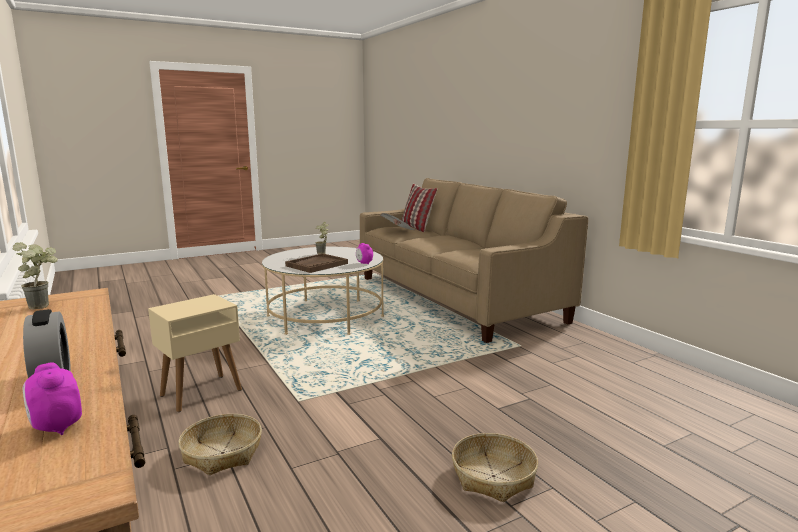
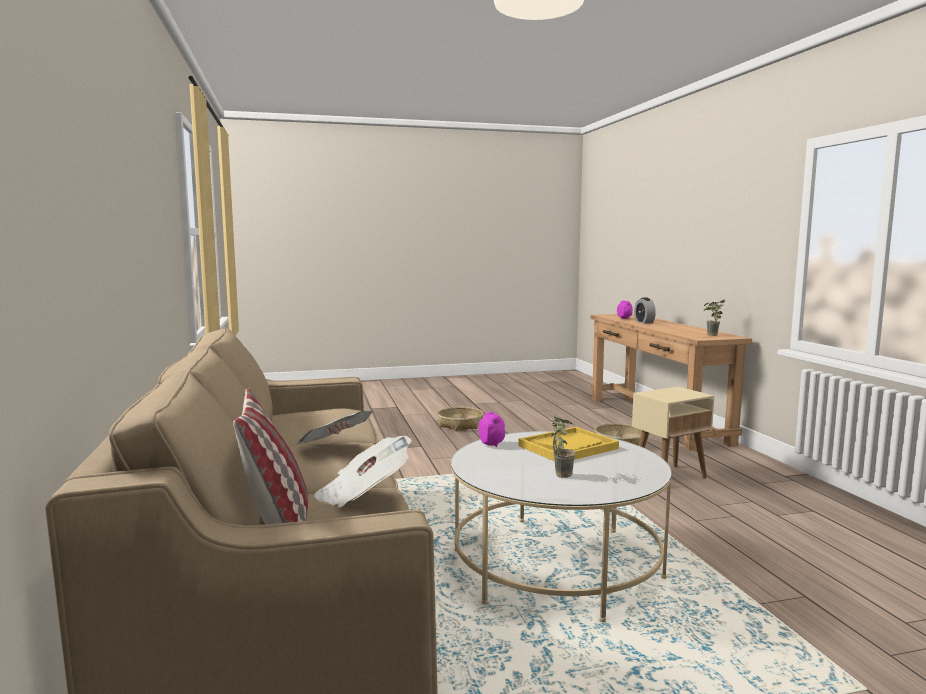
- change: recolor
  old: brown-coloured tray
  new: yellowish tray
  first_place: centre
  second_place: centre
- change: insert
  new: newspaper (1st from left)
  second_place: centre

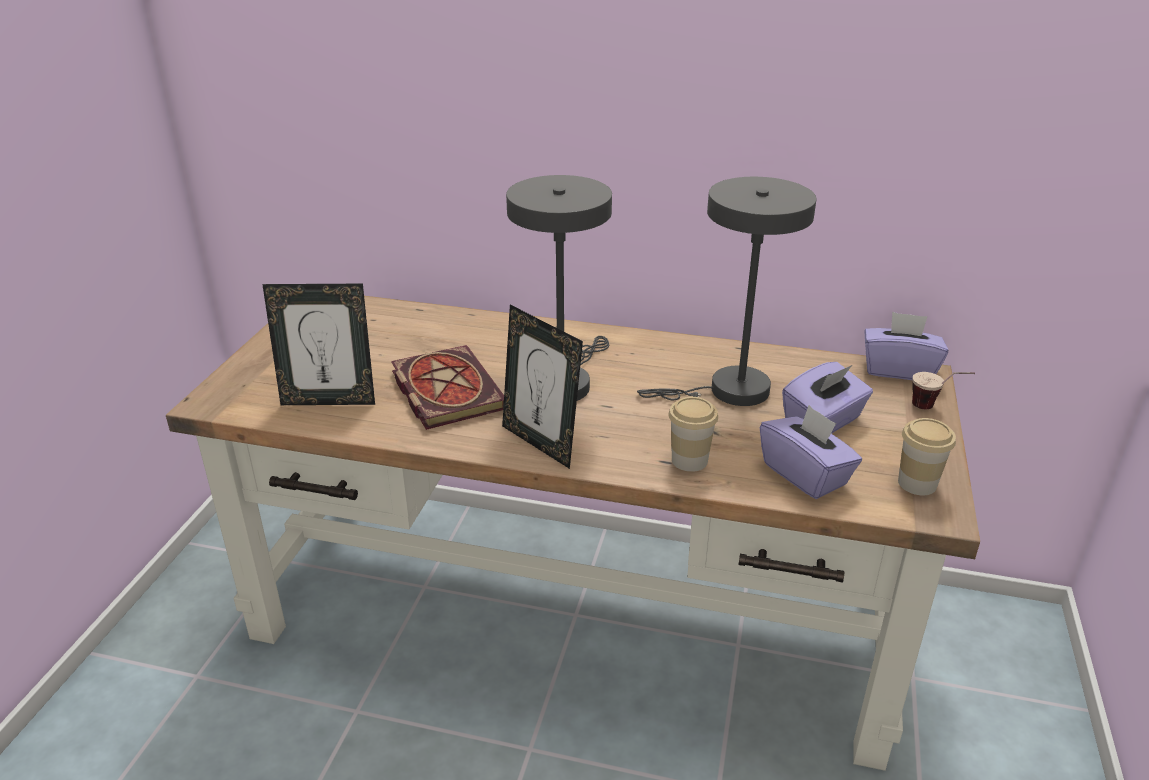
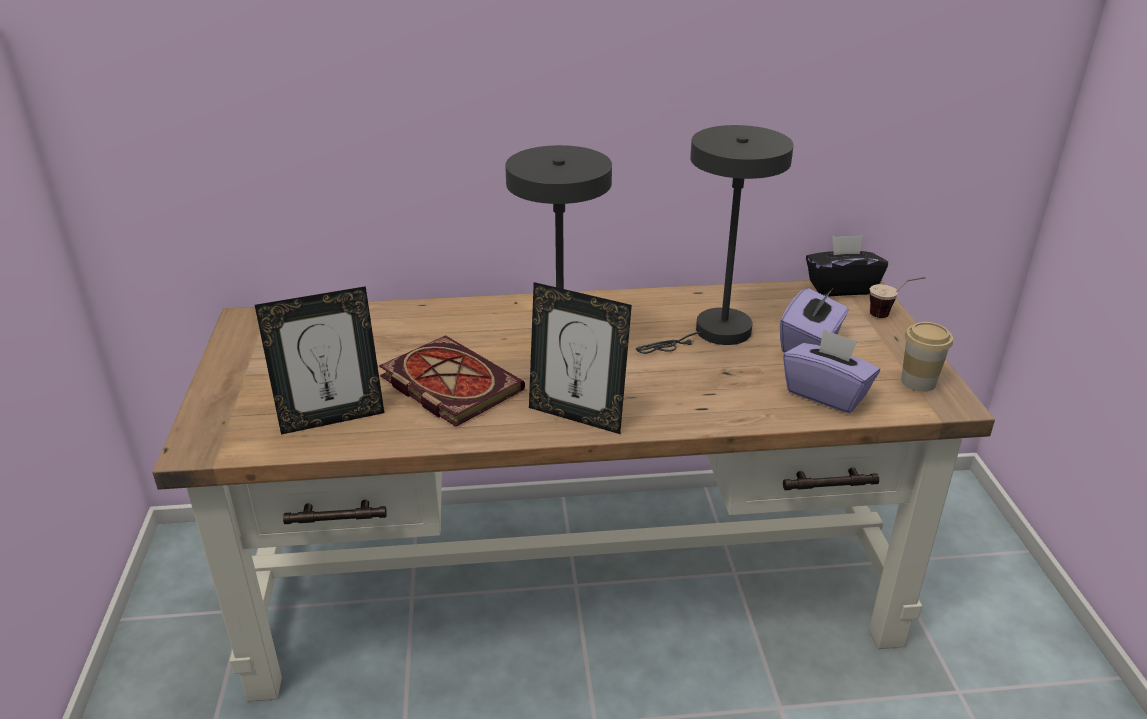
- change: recolor
  old: purple tissue box (3rd from left)
  new: black-coloured tissue box
  first_place: middle right
  second_place: middle right
- change: delete
  old: cup (1st from left)
  first_place: centre

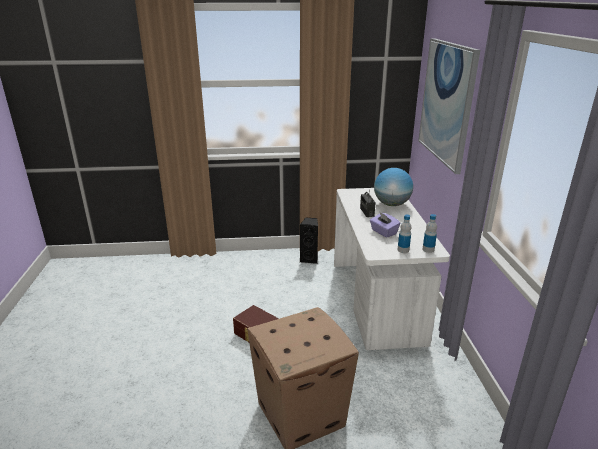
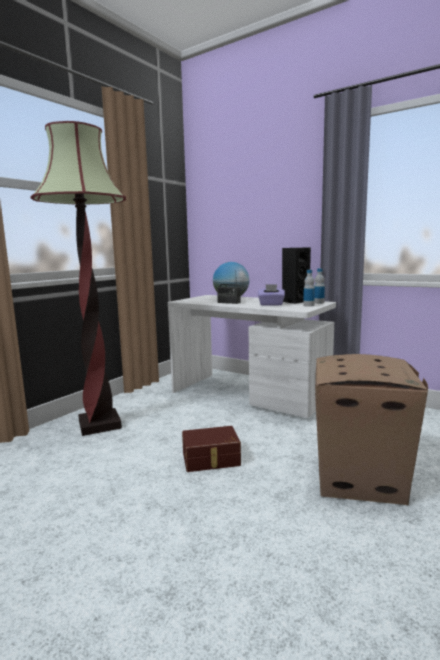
- change: delete
  old: wall art
  first_place: top right
- change: move
  old: black-coloured speaker
  first_place: centre
  second_place: middle right
- change: insert
  new: standing lamp
  second_place: middle left

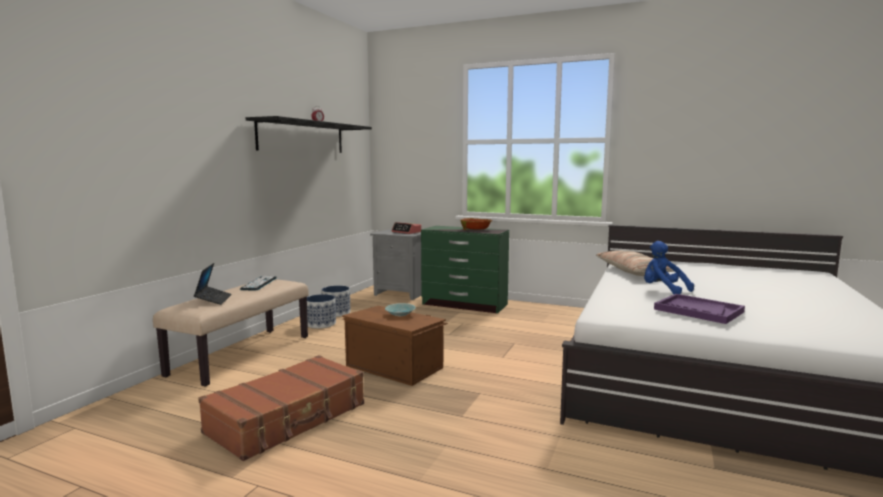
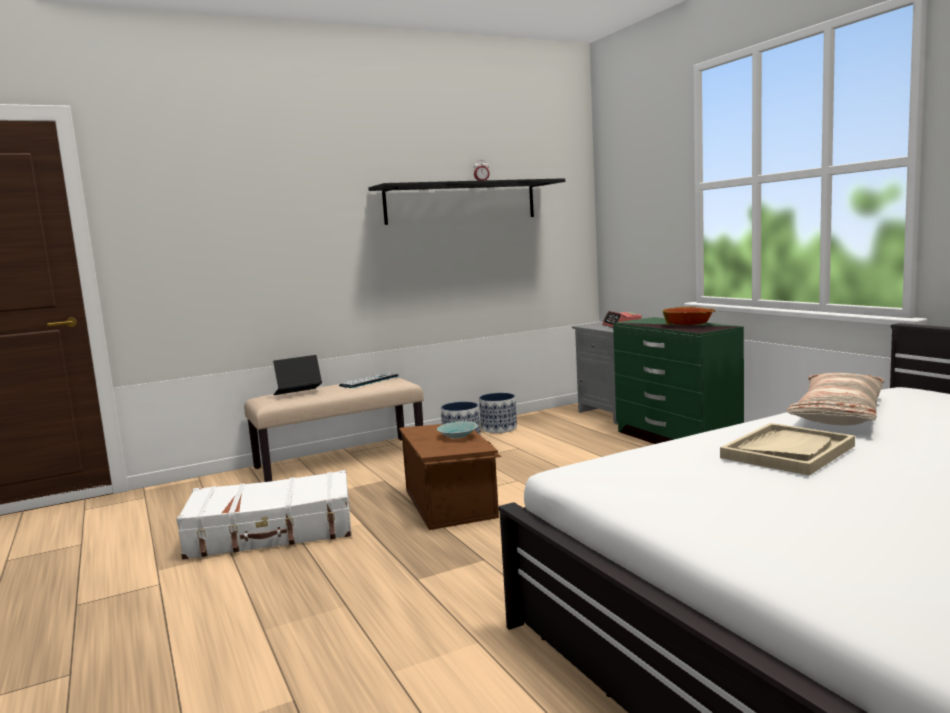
- change: replace
  old: blue plush toy
  new: beige-coloured tray
  first_place: middle right
  second_place: middle right
- change: rotate
  old: portable computer
  first_place: middle left
  second_place: middle left
  degrees: -150
- change: delete
  old: purple tray
  first_place: middle right
- change: recolor
  old: brown-coloured suitcase
  new: white-coloured suitcase
  first_place: bottom left
  second_place: bottom left

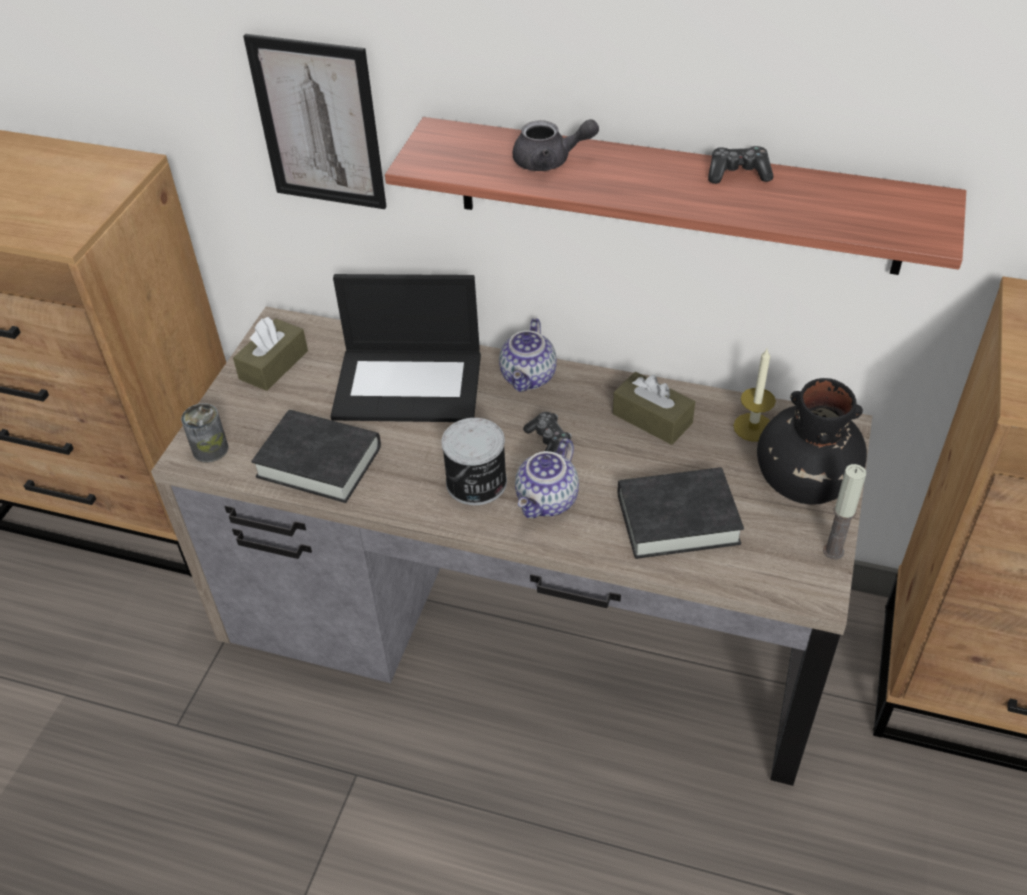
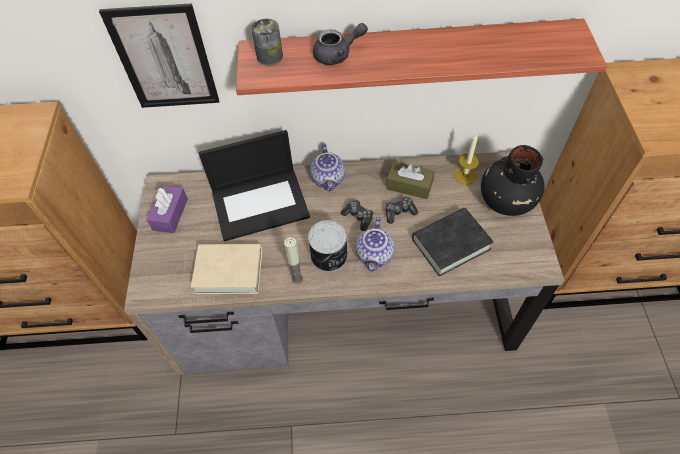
- change: move
  old: game controller (2nd from left)
  first_place: top right
  second_place: centre
- change: recolor
  old: brown-coloured tissue box (1st from left)
  new: purple tissue box
  first_place: middle left
  second_place: middle left
- change: move
  old: metal can (1st from left)
  first_place: middle left
  second_place: top centre
- change: recolor
  old: black-coloured volume (1st from left)
  new: beige-coloured volume
  first_place: middle left
  second_place: middle left
- change: move
  old: wax candle (2nd from left in the first image)
  new: wax candle (1st from left)
  first_place: middle right
  second_place: centre

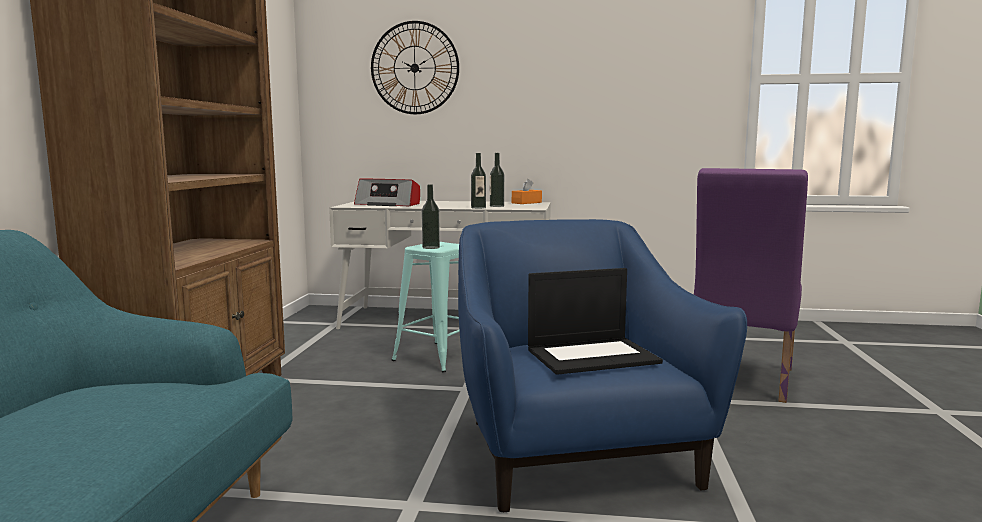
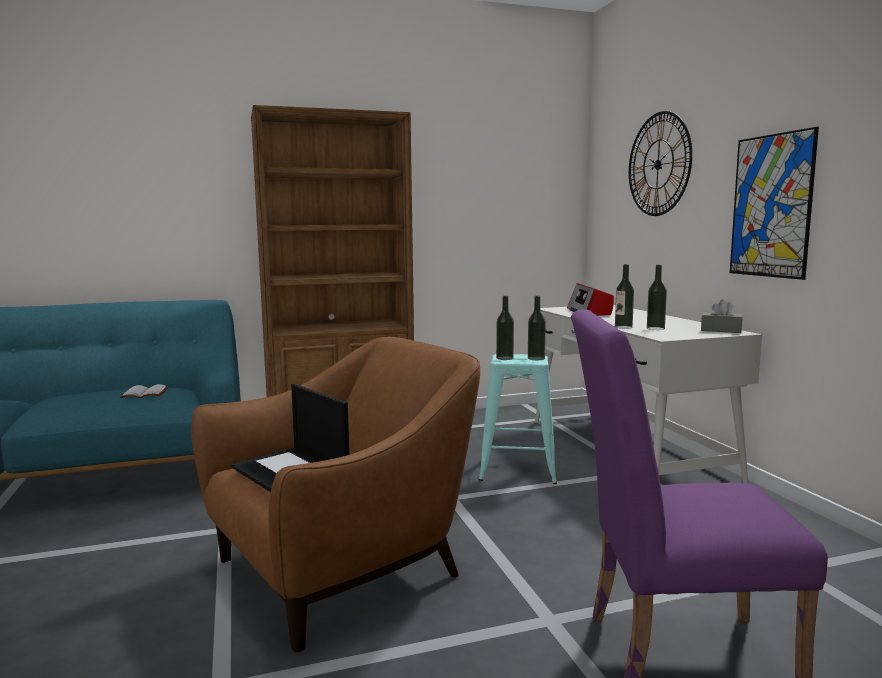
- change: recolor
  old: orangey tissue box
  new: greyish tissue box
  first_place: centre
  second_place: middle right
- change: recolor
  old: blue lounge chair
  new: brown-coloured lounge chair
  first_place: bottom centre
  second_place: bottom centre
- change: insert
  new: wall art
  second_place: top right
- change: insert
  new: drink bottle (2nd from left)
  second_place: centre
- change: insert
  new: white-coloured volume
  second_place: middle left

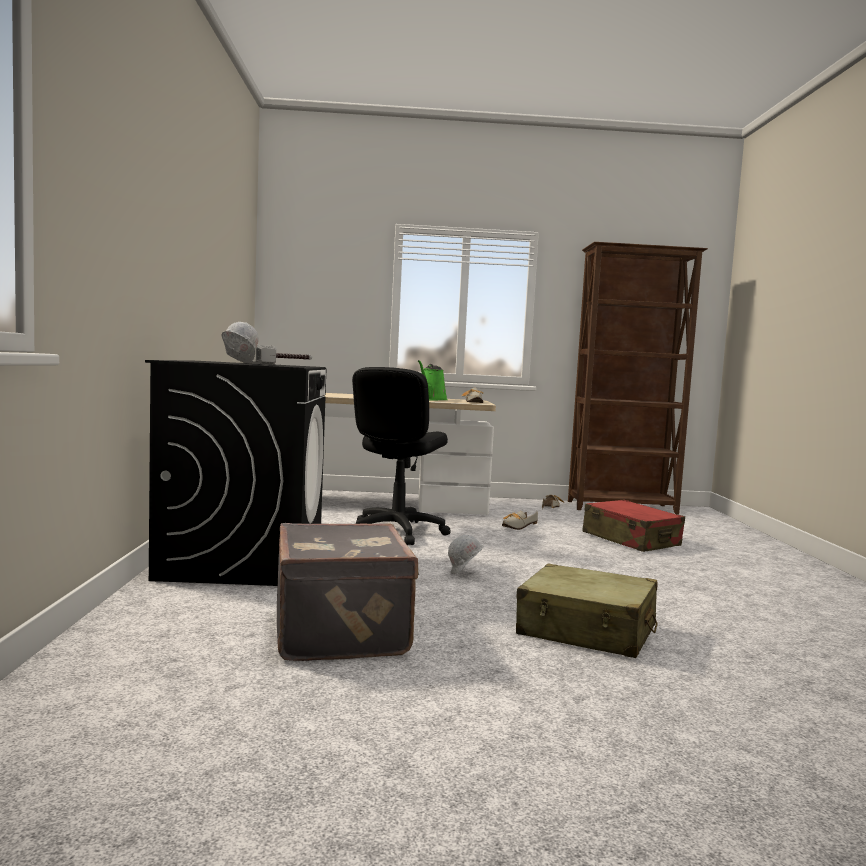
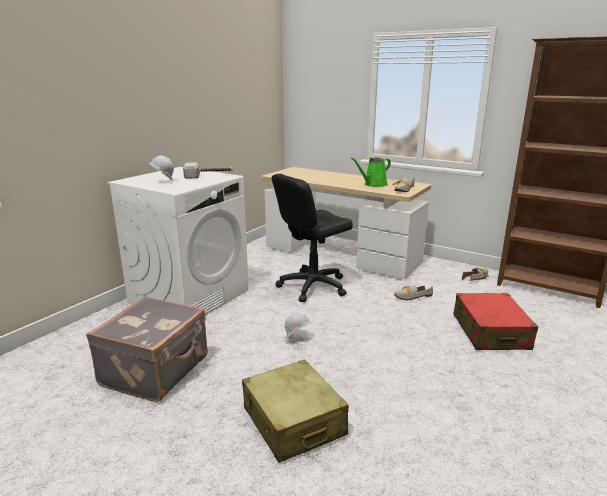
- change: recolor
  old: black-coloured laundry machine
  new: white-coloured laundry machine
  first_place: middle left
  second_place: middle left

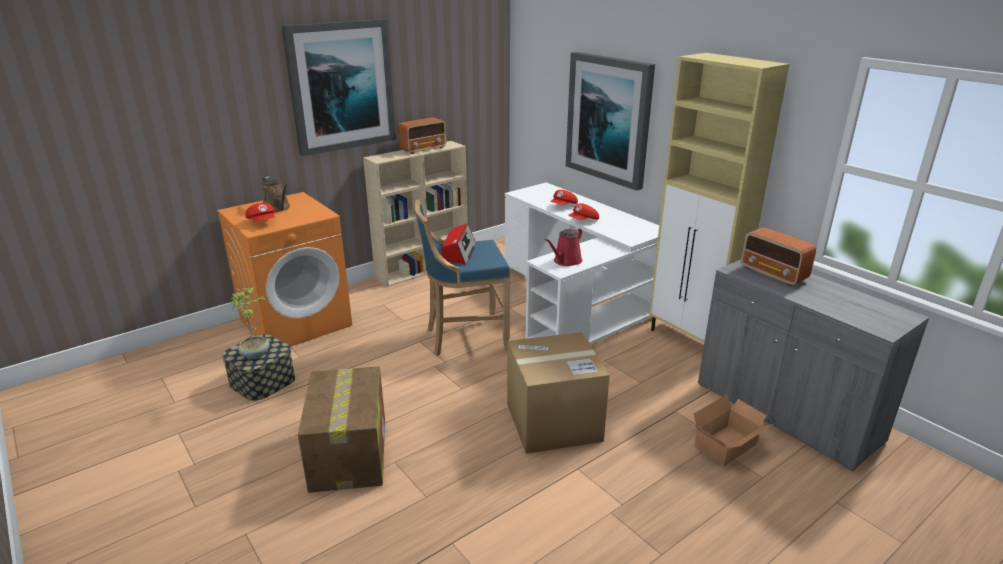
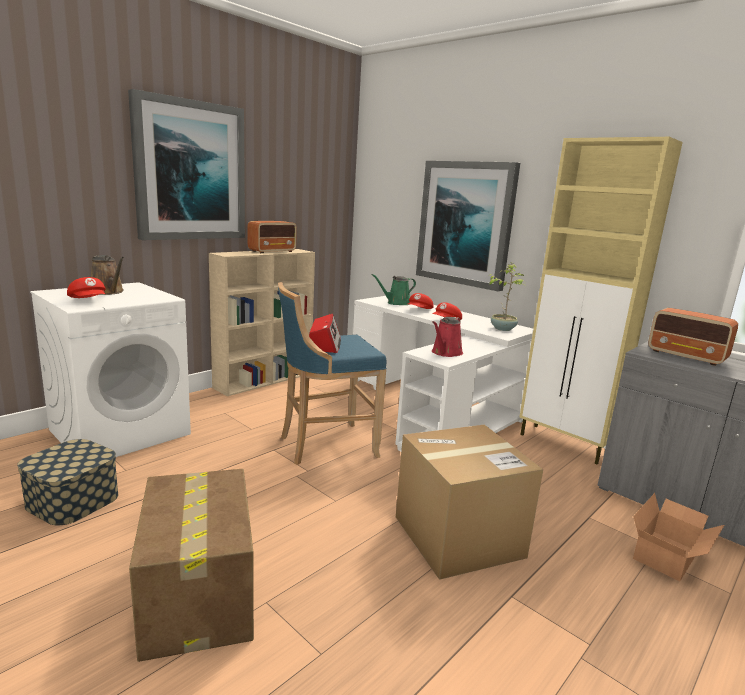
- change: recolor
  old: orangey laundry machine
  new: white-coloured laundry machine
  first_place: middle left
  second_place: middle left
- change: move
  old: potted plant
  first_place: middle left
  second_place: middle right
- change: insert
  new: greenish watering can
  second_place: centre

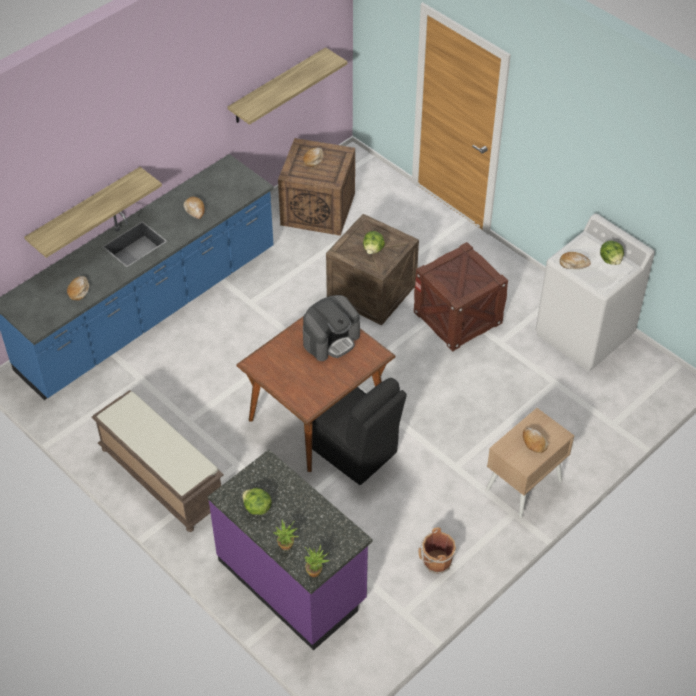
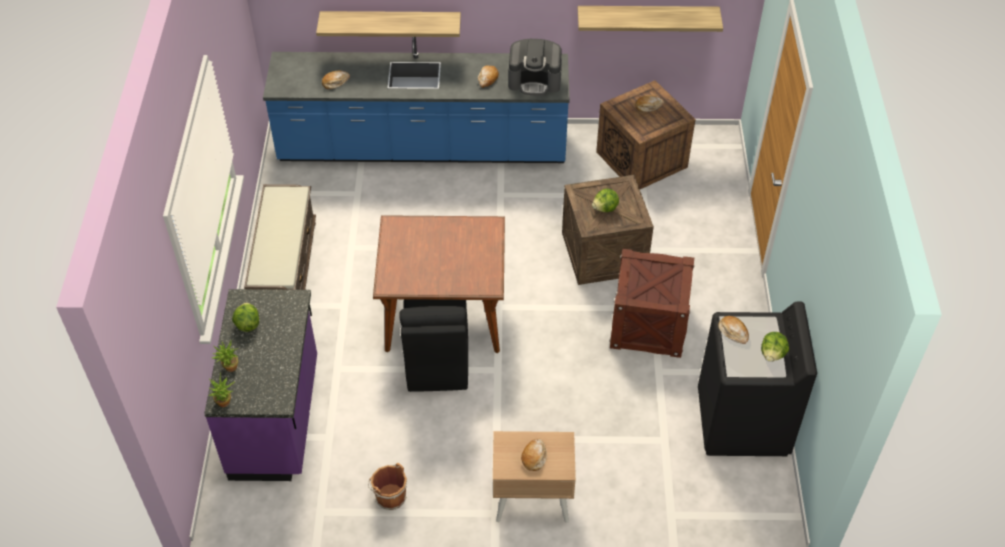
- change: recolor
  old: white-coloured laundry machine
  new: black-coloured laundry machine
  first_place: middle right
  second_place: bottom right
- change: move
  old: coffee machine
  first_place: centre
  second_place: top centre

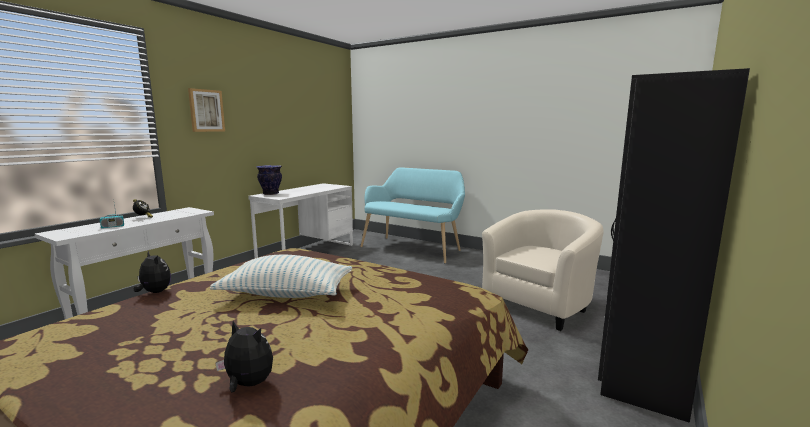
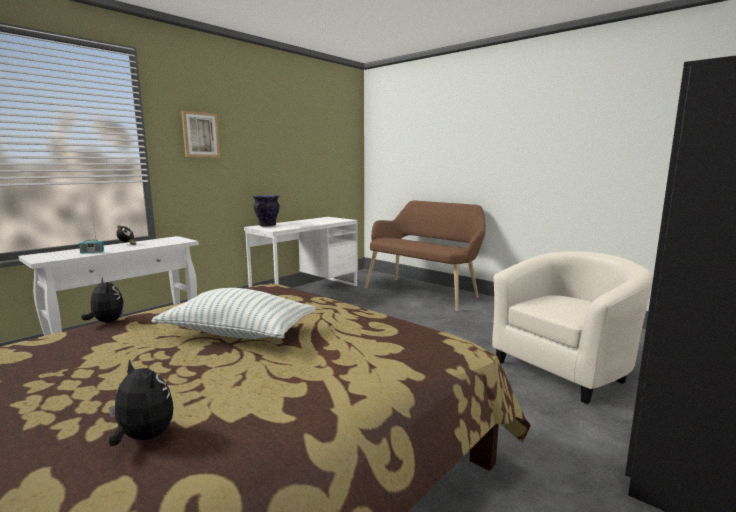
- change: recolor
  old: turquoise bench
  new: brown-coloured bench
  first_place: centre
  second_place: centre

